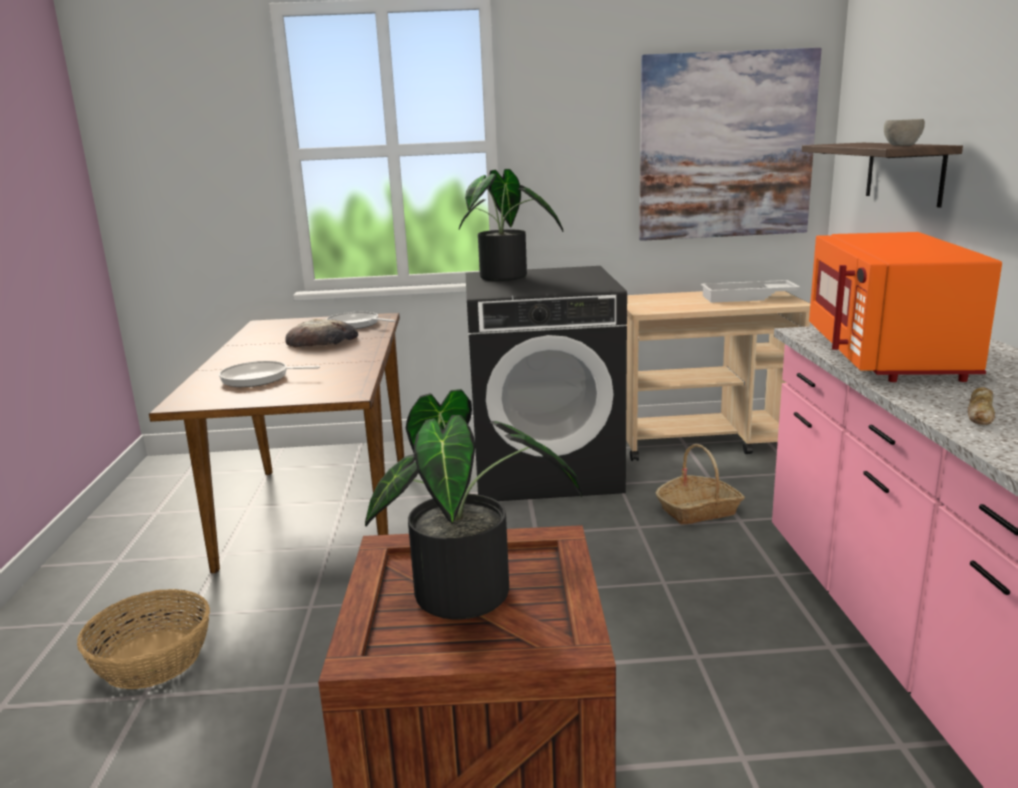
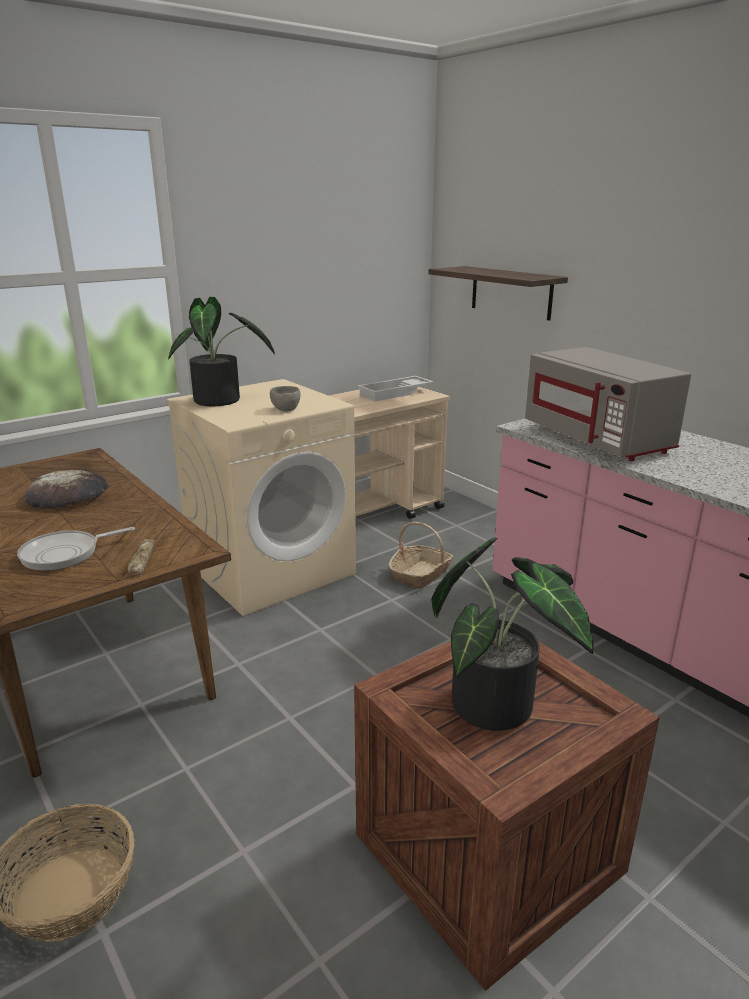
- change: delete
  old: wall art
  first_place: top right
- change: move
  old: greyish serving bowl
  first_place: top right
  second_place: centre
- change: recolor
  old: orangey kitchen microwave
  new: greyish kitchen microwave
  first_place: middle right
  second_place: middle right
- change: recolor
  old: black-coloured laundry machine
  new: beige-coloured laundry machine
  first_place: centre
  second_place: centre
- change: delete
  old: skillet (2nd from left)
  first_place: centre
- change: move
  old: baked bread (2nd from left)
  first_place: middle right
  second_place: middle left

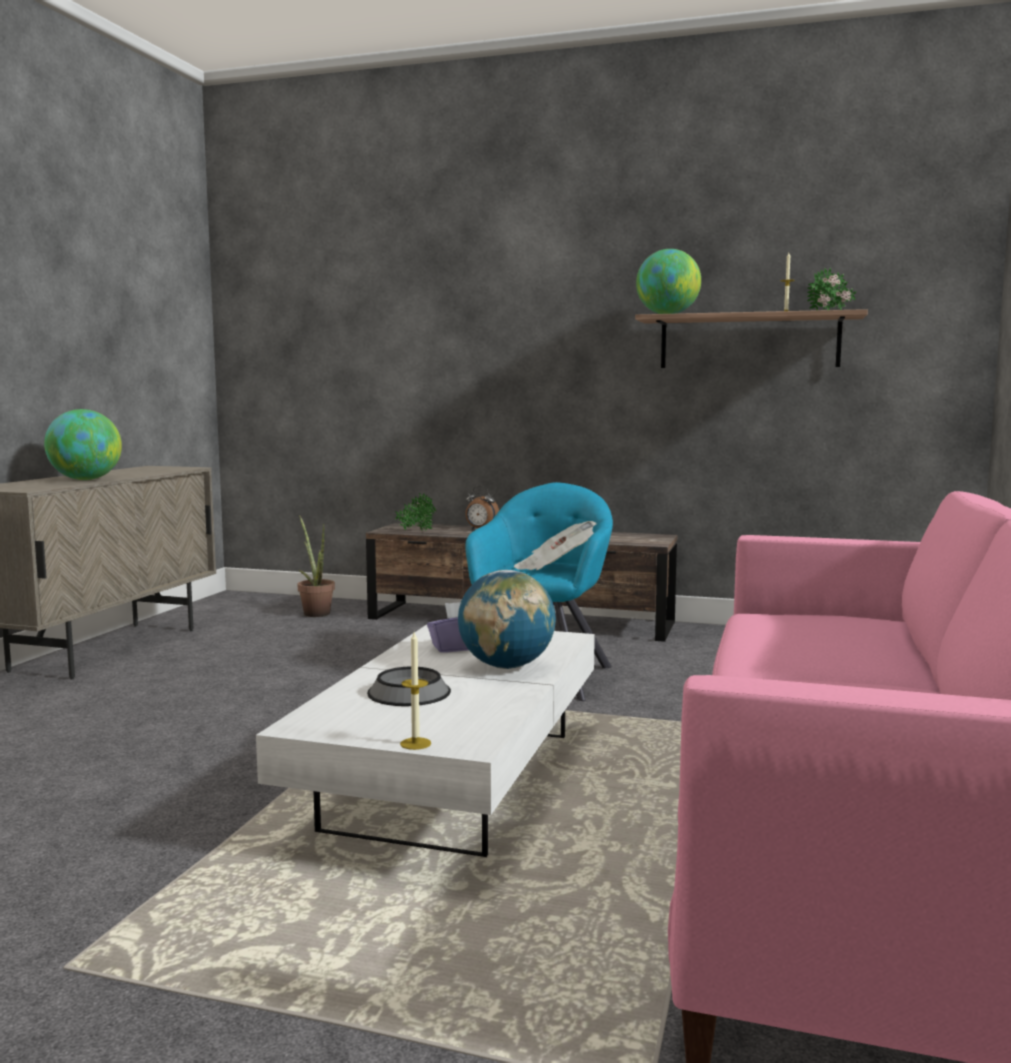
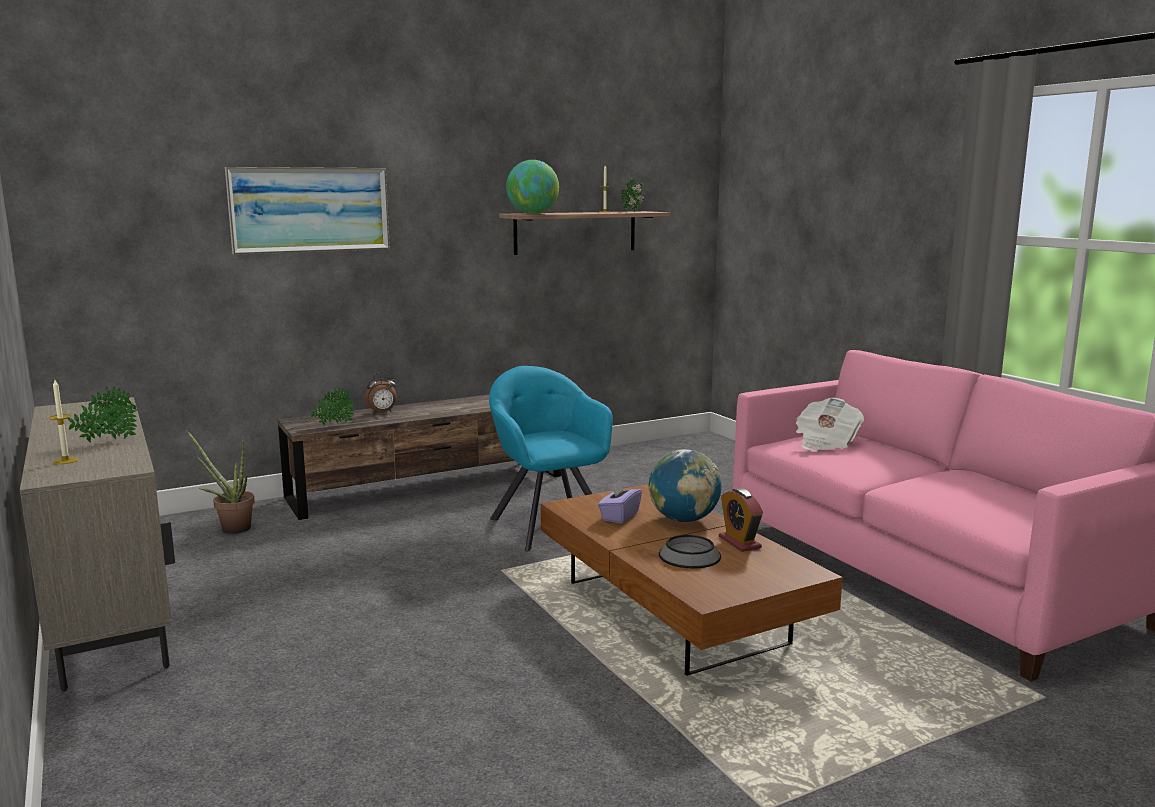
- change: replace
  old: world globe (1st from left)
  new: potted plant (1st from left)
  first_place: middle left
  second_place: middle left
- change: move
  old: newspaper
  first_place: centre
  second_place: middle right
- change: recolor
  old: white-coloured coffee table
  new: brown-coloured coffee table
  first_place: bottom centre
  second_place: bottom centre
- change: move
  old: wax candle (1st from left)
  first_place: centre
  second_place: middle left
- change: insert
  new: wall art
  second_place: top left
- change: insert
  new: table clock (2nd from left)
  second_place: centre

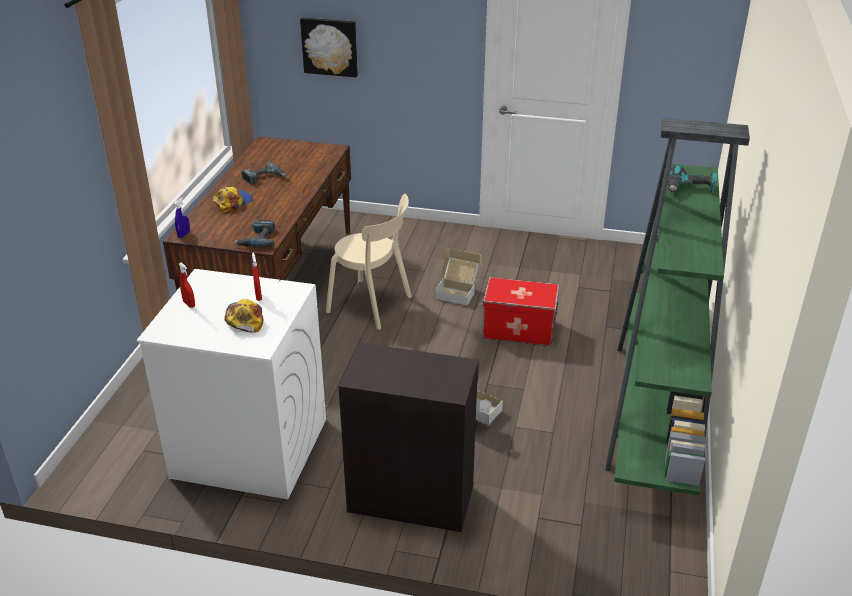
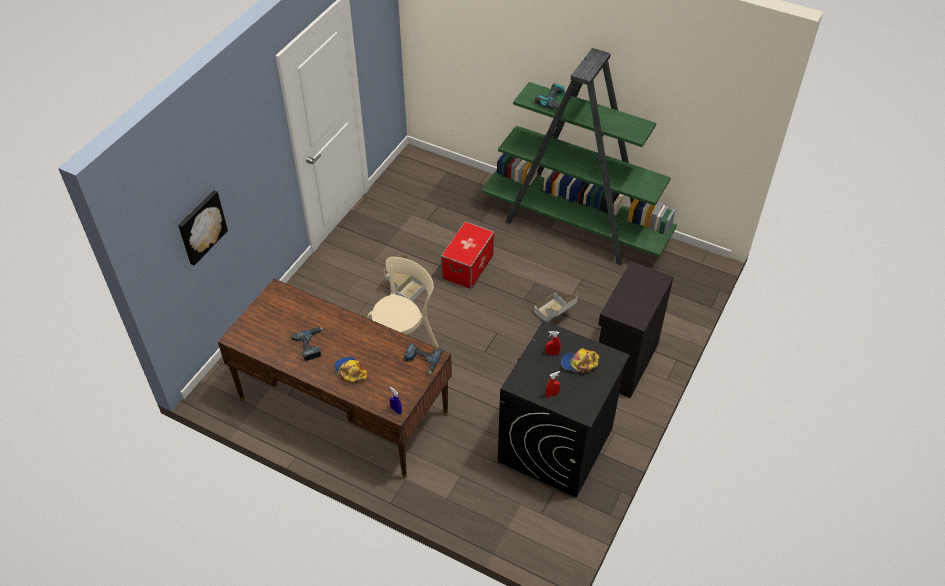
- change: recolor
  old: white-coloured laundry machine
  new: black-coloured laundry machine
  first_place: middle left
  second_place: bottom centre

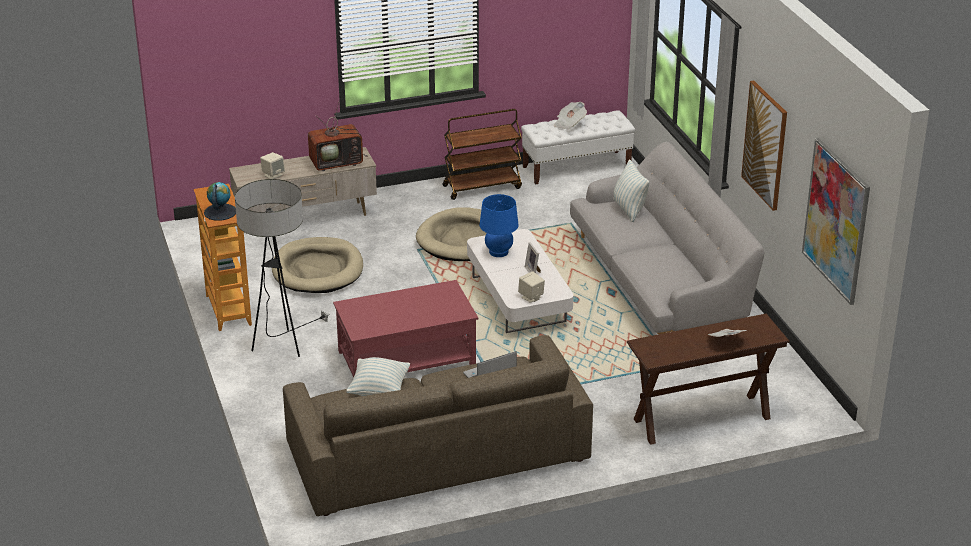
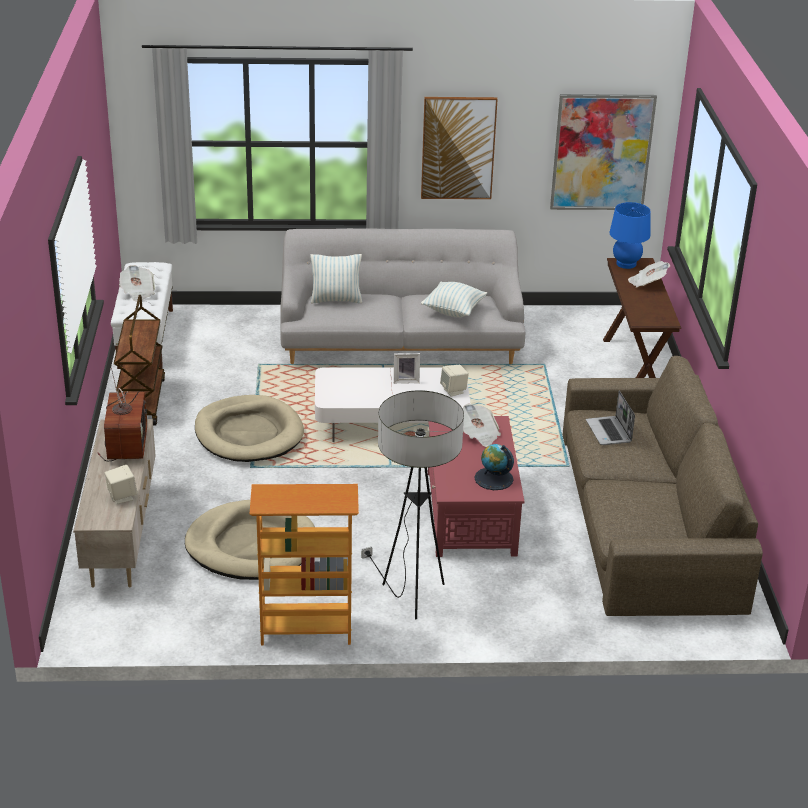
- change: move
  old: world globe
  first_place: middle left
  second_place: centre
- change: move
  old: blue lamp for a table
  first_place: centre
  second_place: top right
- change: move
  old: cushion (1st from left in the first image)
  new: cushion (2nd from left)
  first_place: bottom centre
  second_place: centre
- change: insert
  new: newspaper (2nd from left)
  second_place: centre

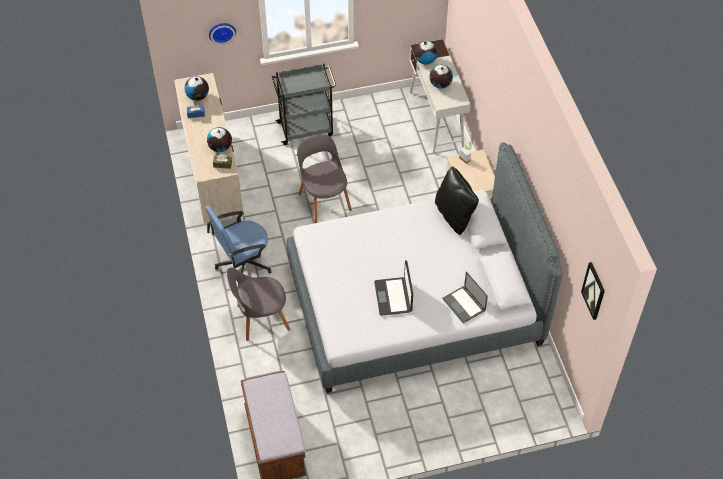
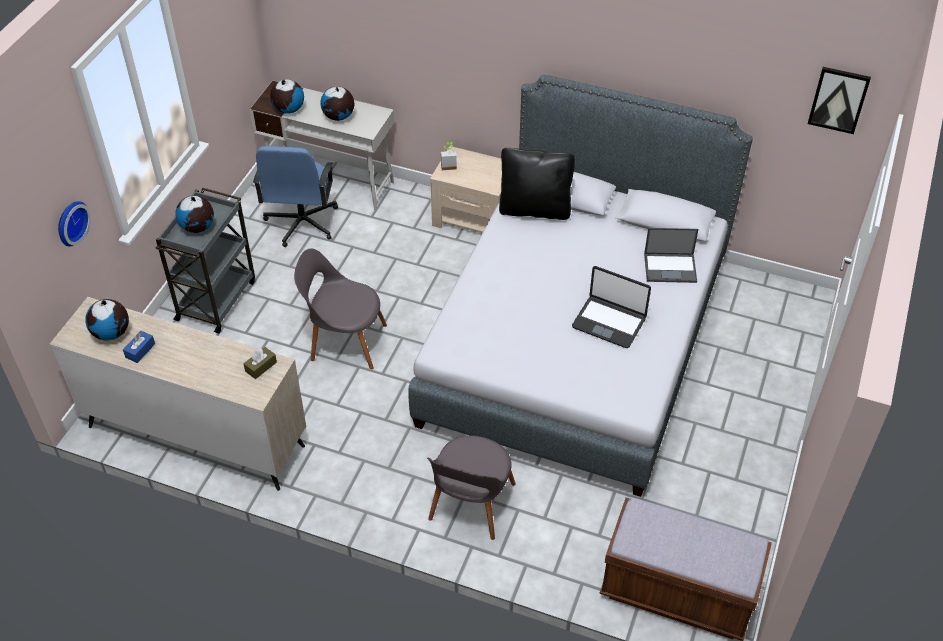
- change: move
  old: world globe (2nd from left)
  first_place: top left
  second_place: middle left
- change: move
  old: blue office chair
  first_place: middle left
  second_place: top left

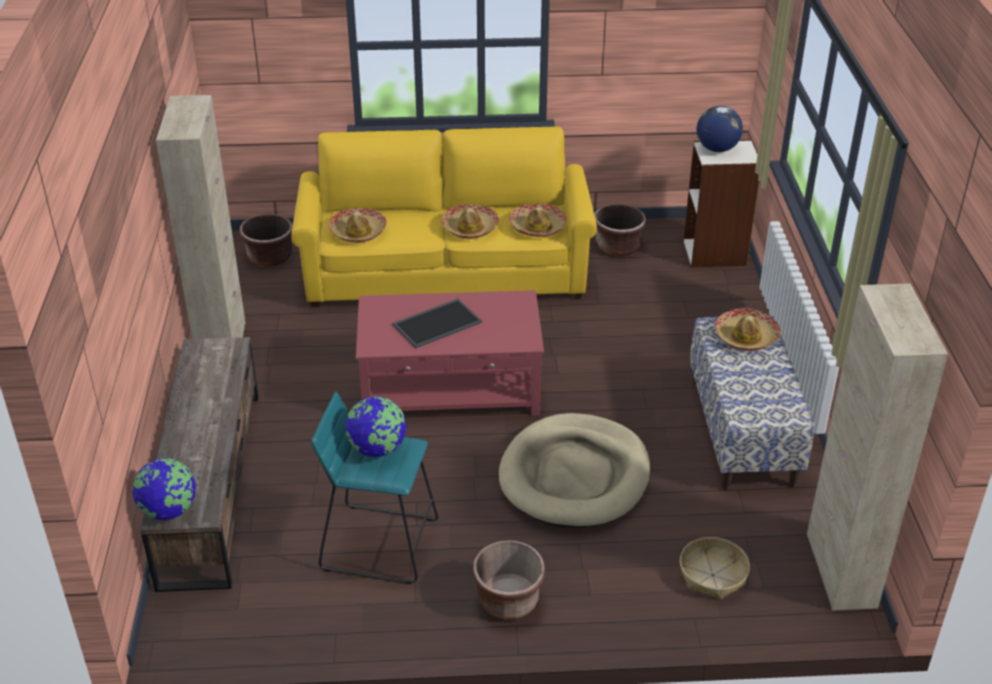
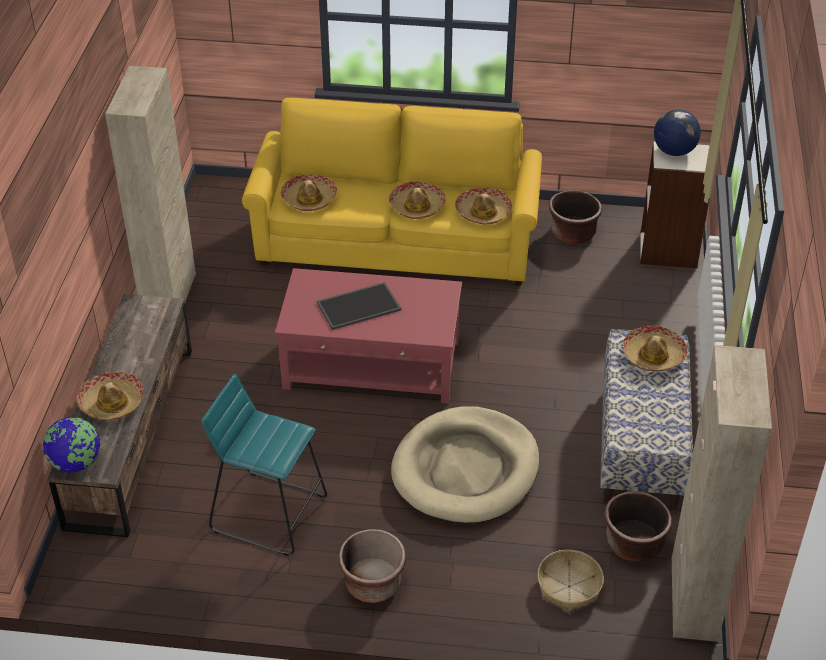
- change: move
  old: brown-coloured planter (1st from left in the first image)
  new: brown-coloured planter (3rd from left)
  first_place: middle left
  second_place: bottom right
- change: delete
  old: world globe (2nd from left)
  first_place: centre
- change: insert
  new: clothing hat (1st from left)
  second_place: middle left

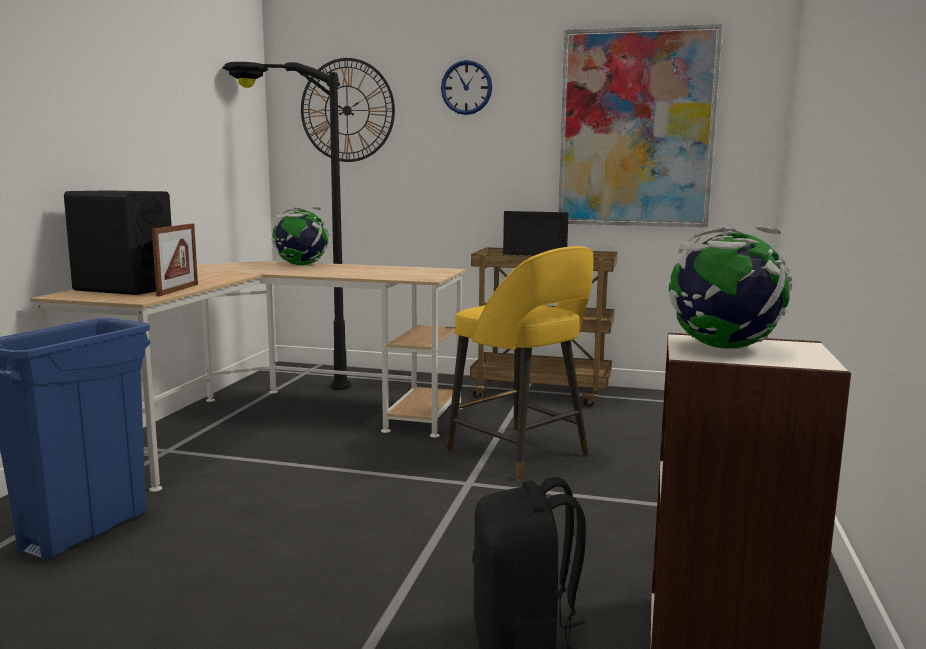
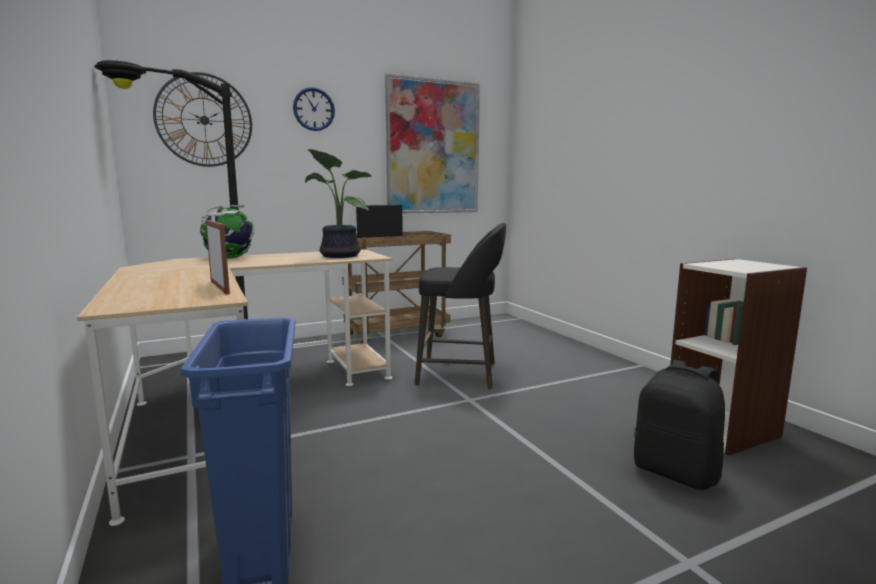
- change: delete
  old: black-coloured speaker
  first_place: middle left
- change: delete
  old: world globe (2nd from left)
  first_place: middle right
- change: recolor
  old: yellowish stool seat
  new: black-coloured stool seat
  first_place: centre
  second_place: centre
- change: insert
  new: potted plant
  second_place: centre

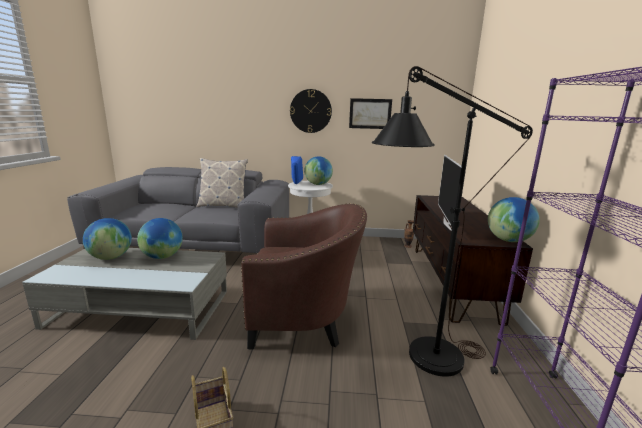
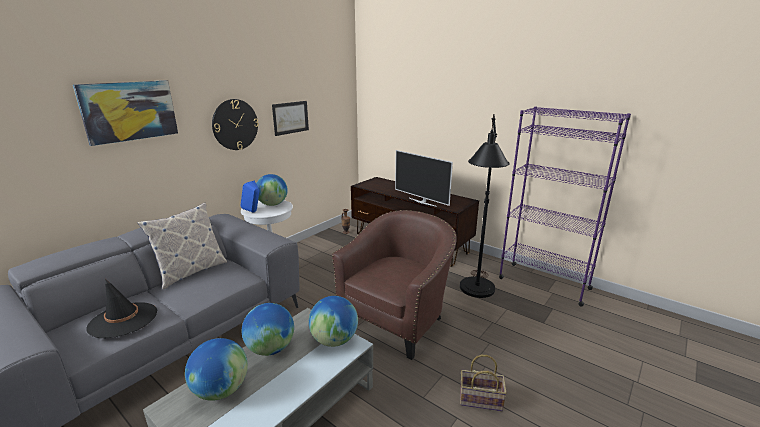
- change: move
  old: world globe (4th from left)
  first_place: middle right
  second_place: bottom centre
- change: insert
  new: wall art (1st from left)
  second_place: top left
- change: insert
  new: black-coloured clothing hat
  second_place: bottom left

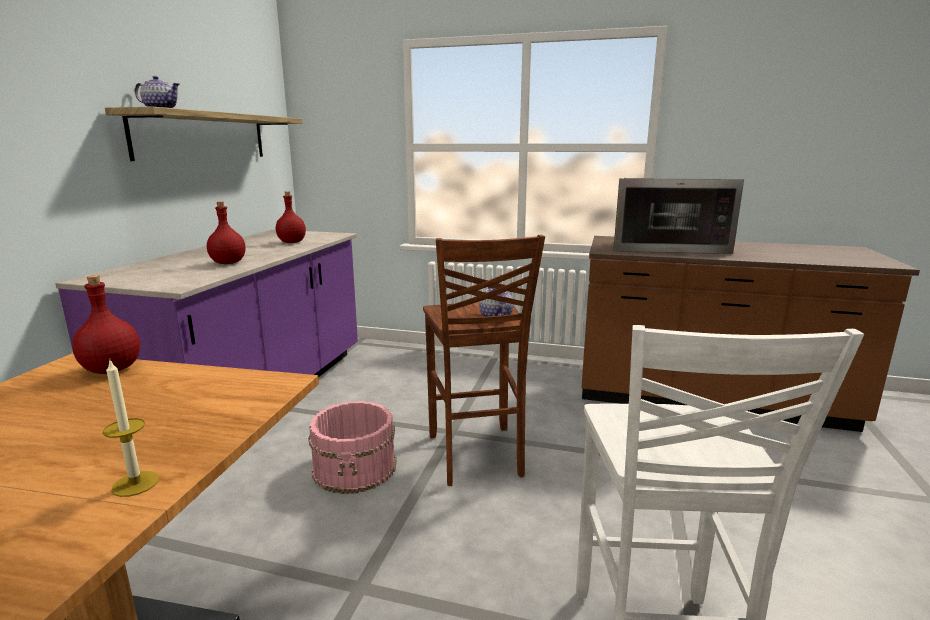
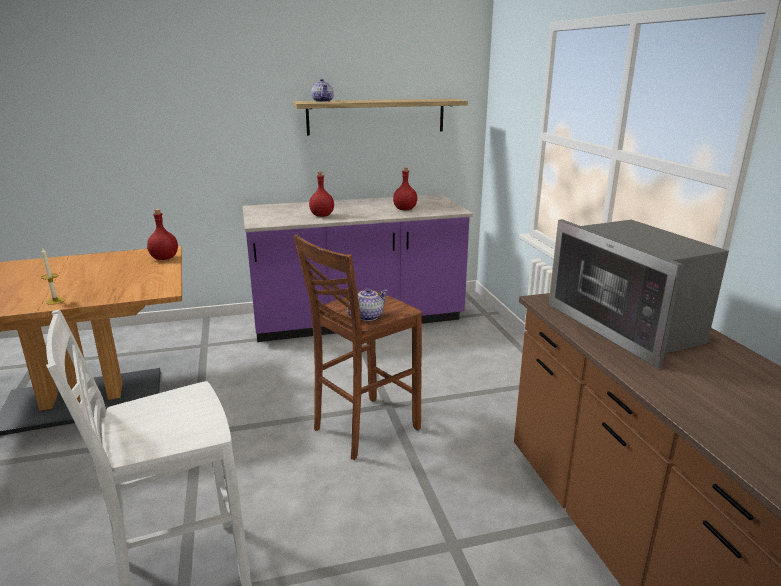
- change: delete
  old: pinkish bucket
  first_place: bottom centre

